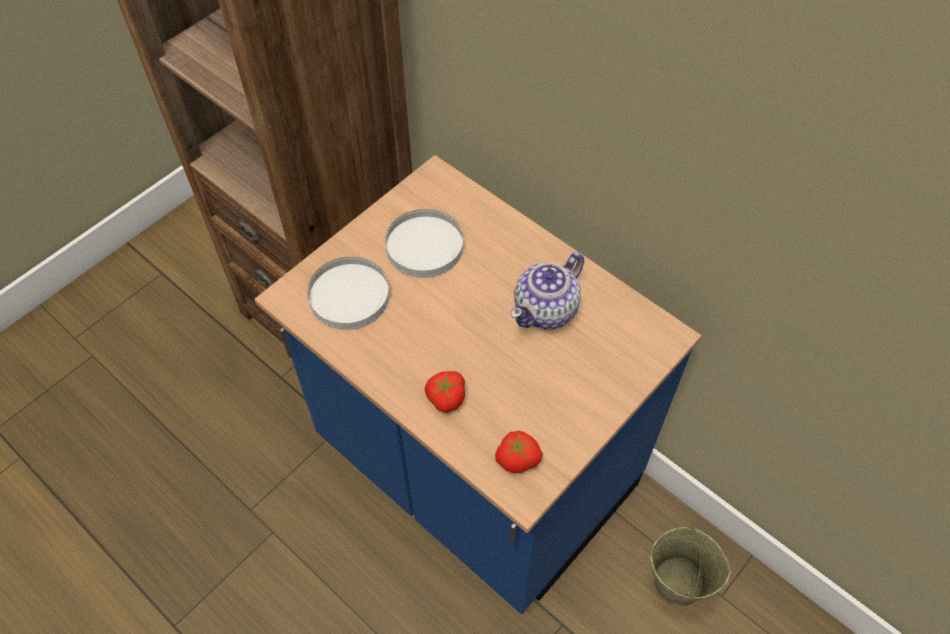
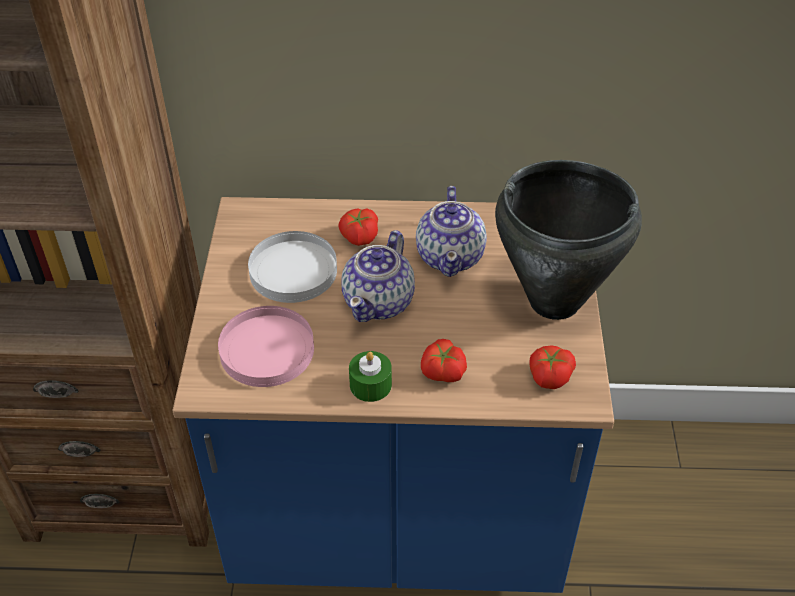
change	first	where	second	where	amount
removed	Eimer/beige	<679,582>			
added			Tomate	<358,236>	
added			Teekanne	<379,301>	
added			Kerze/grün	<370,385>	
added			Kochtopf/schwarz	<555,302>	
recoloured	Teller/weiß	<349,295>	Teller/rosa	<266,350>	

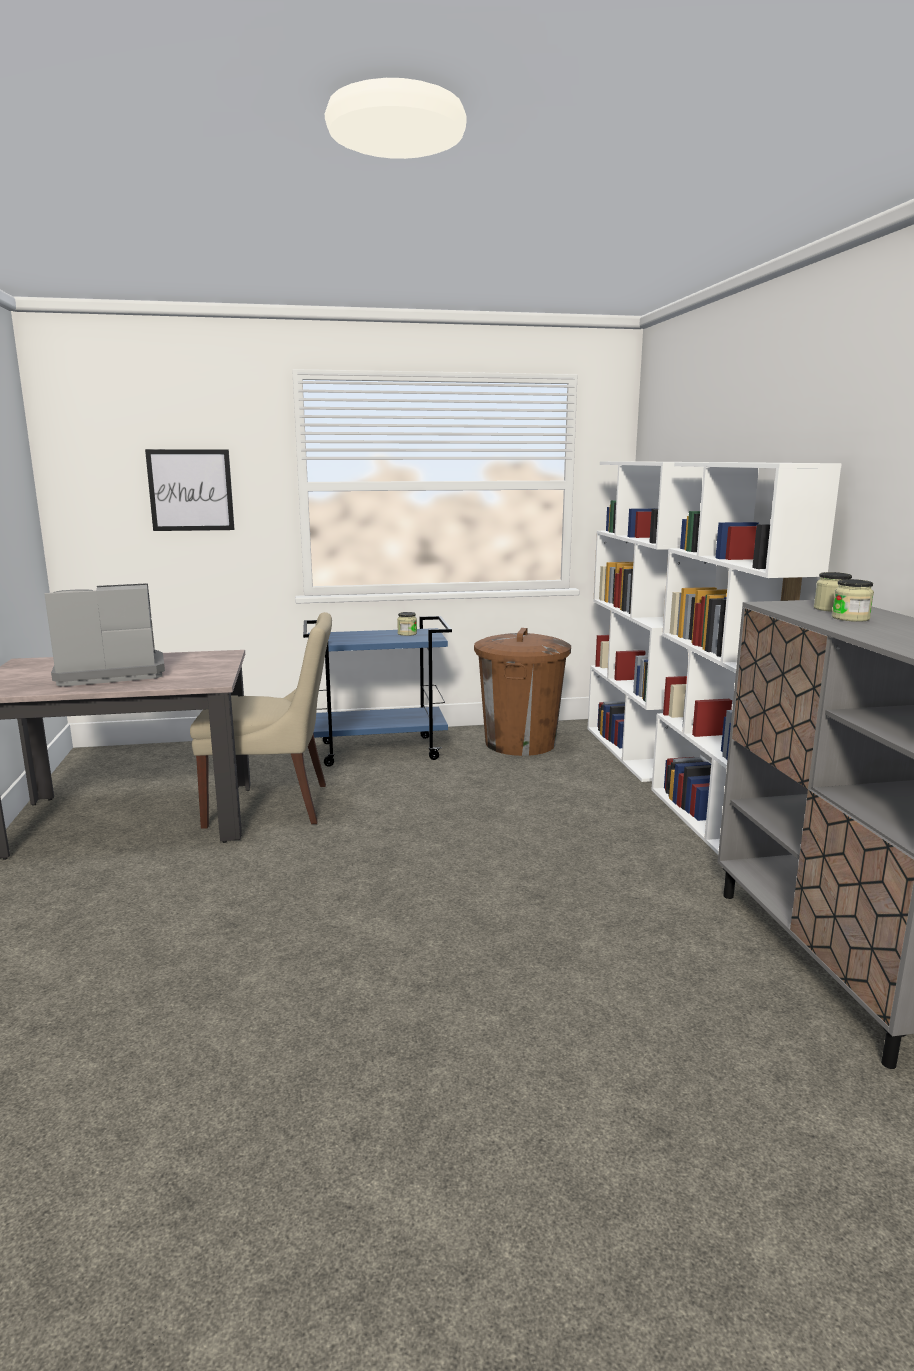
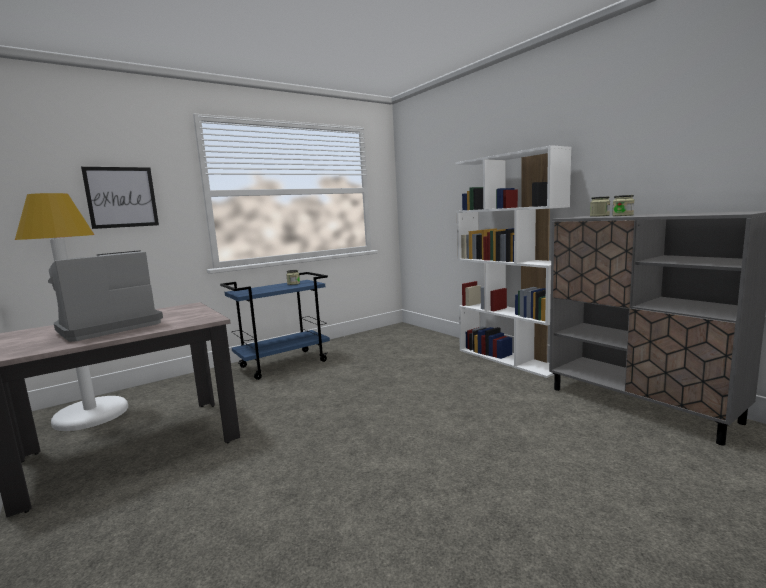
change	first	where	second	where	amount
removed	Stuhl/beige	<273,805>			
removed	Mülleimer/braun	<519,743>			
removed	Bücherregal/weiß	<633,752>			
added			Stehlampe/weiß	<91,414>	

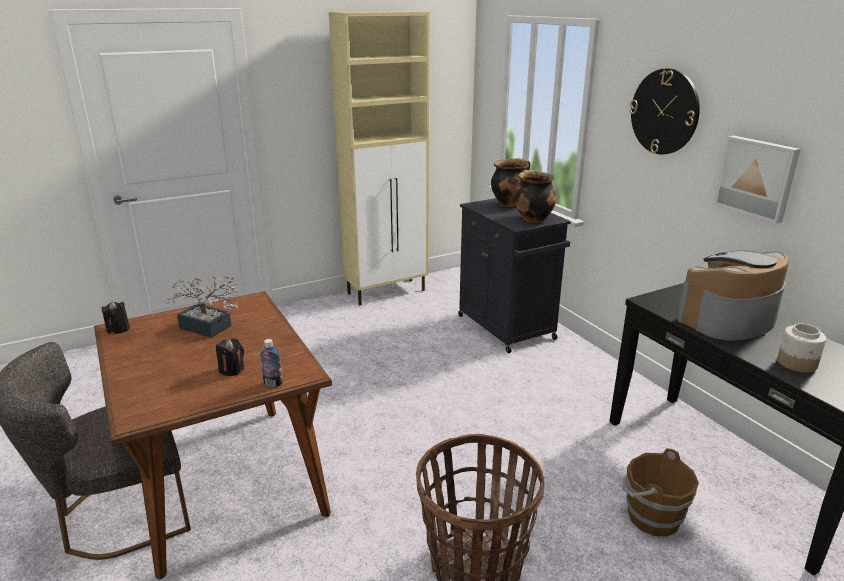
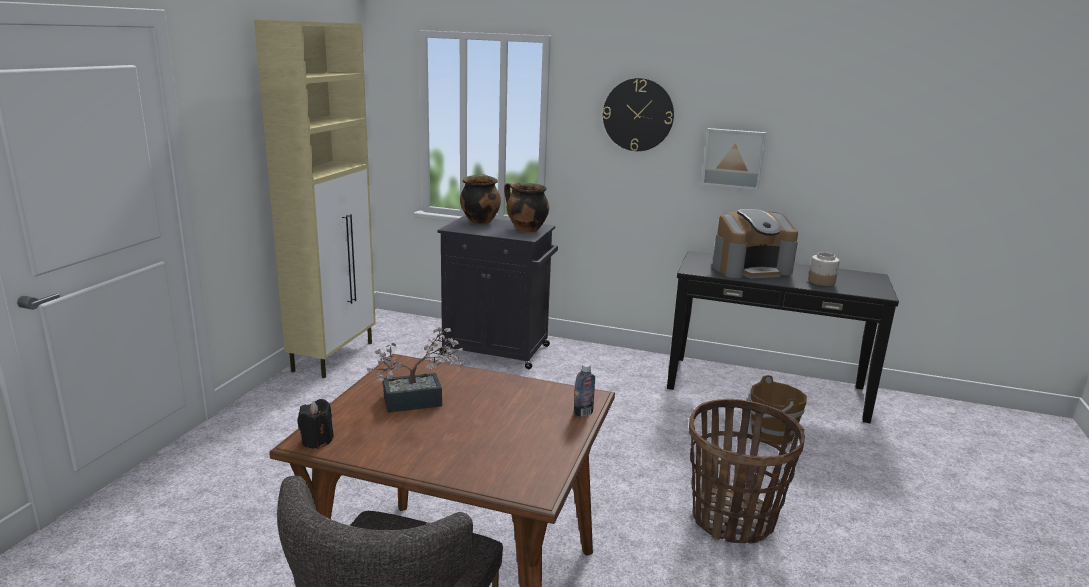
change	first	where	second	where	amount
removed	Kerze/schwarz	<232,370>			
turned	Kaffeemaschine	<728,320>		<751,269>	120 degrees counterclockwise

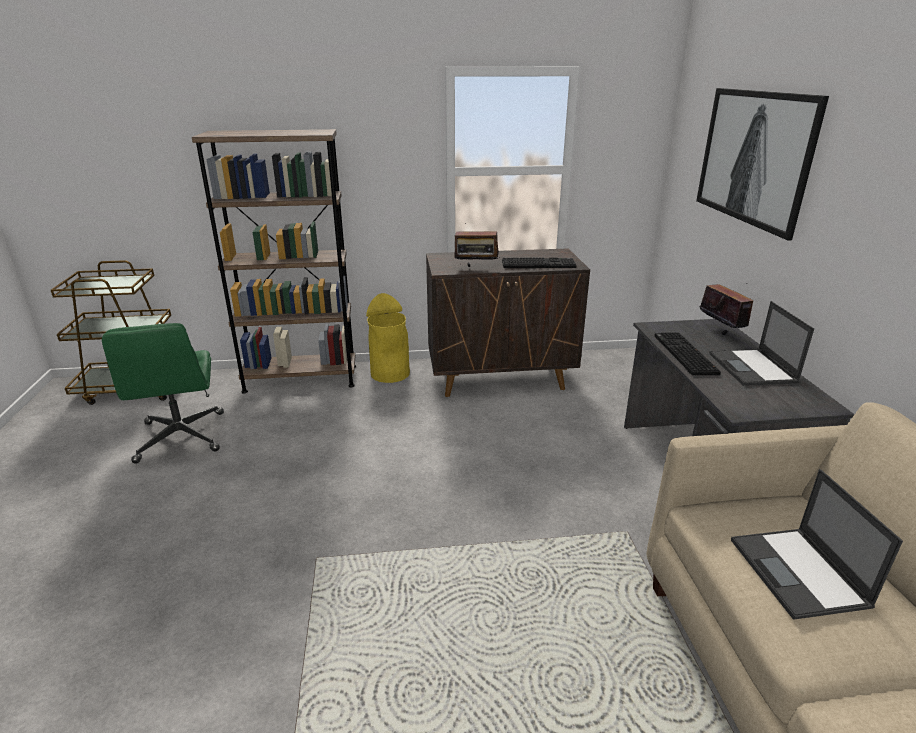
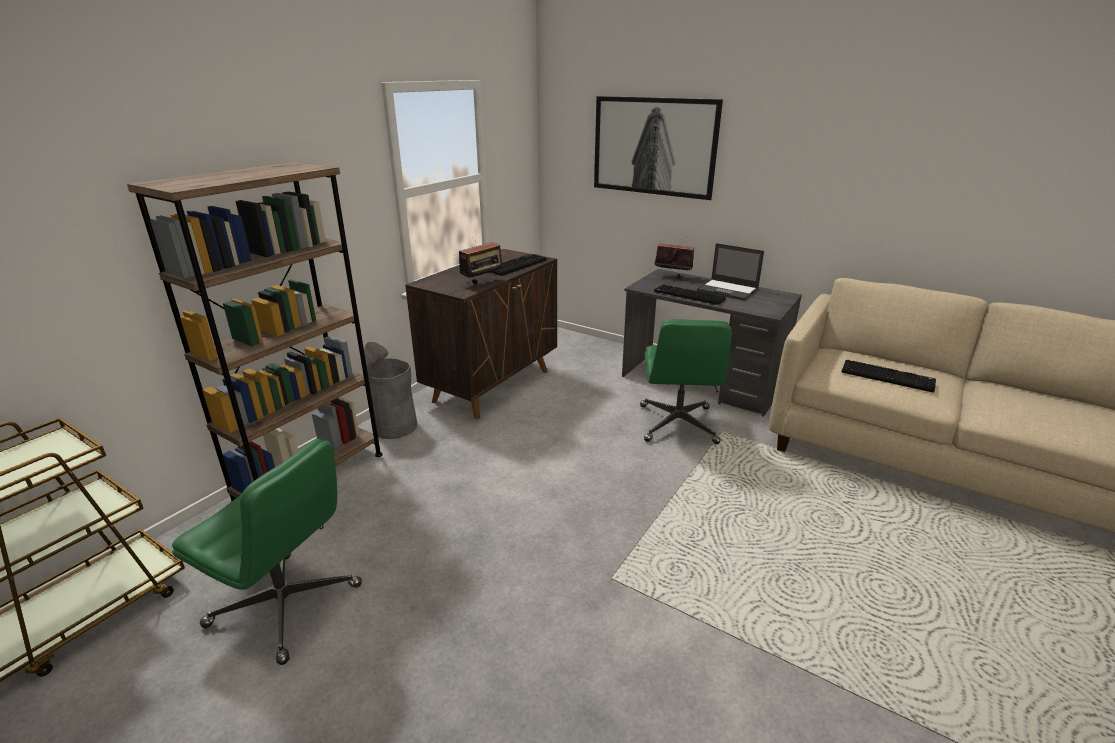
change	first	where	second	where	amount
added			Bürostuhl/grün	<678,425>	
replaced	Laptop	<799,573>	Tastatur	<888,377>	
recoloured	Mülleimer/gelb	<390,373>	Mülleimer/grau	<395,427>	

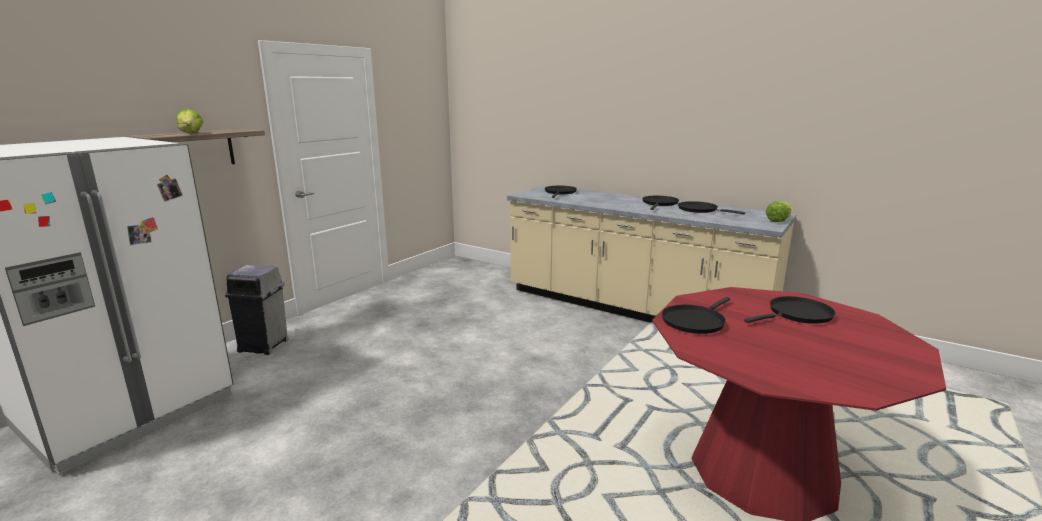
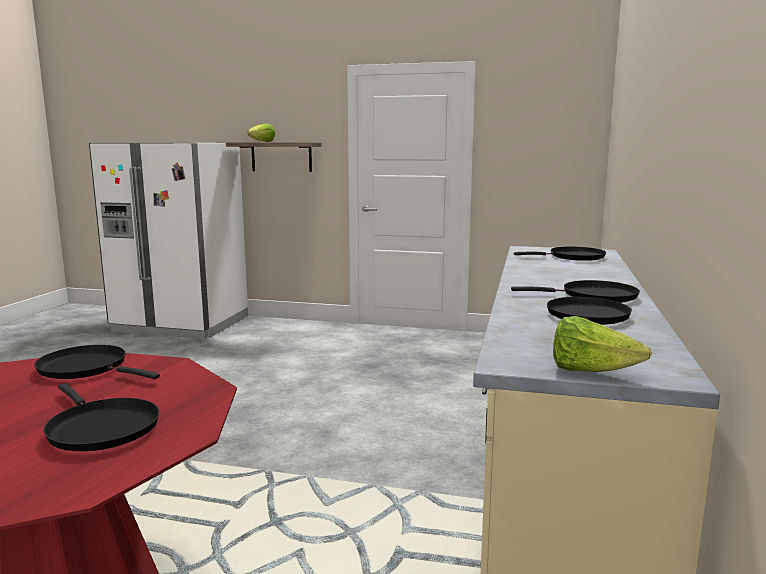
change	first	where	second	where	amount
removed	Mülleimer/grau	<264,345>			

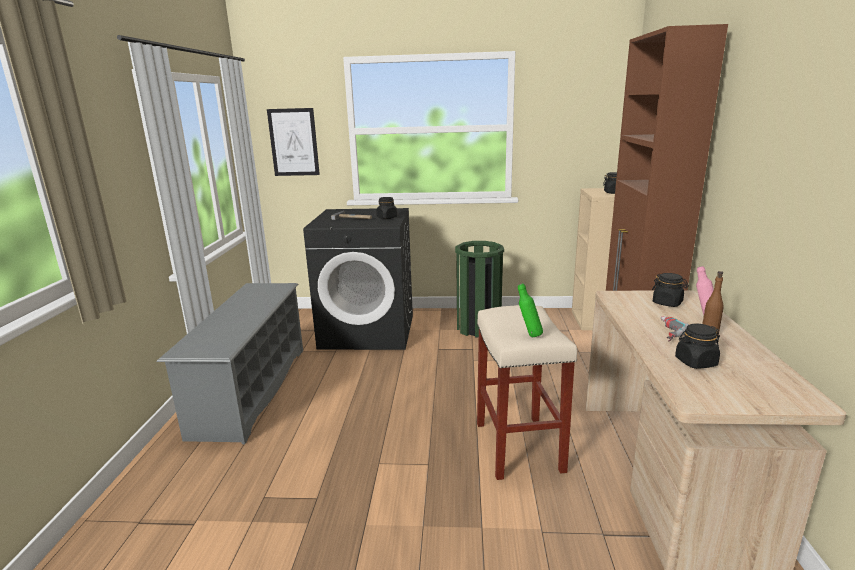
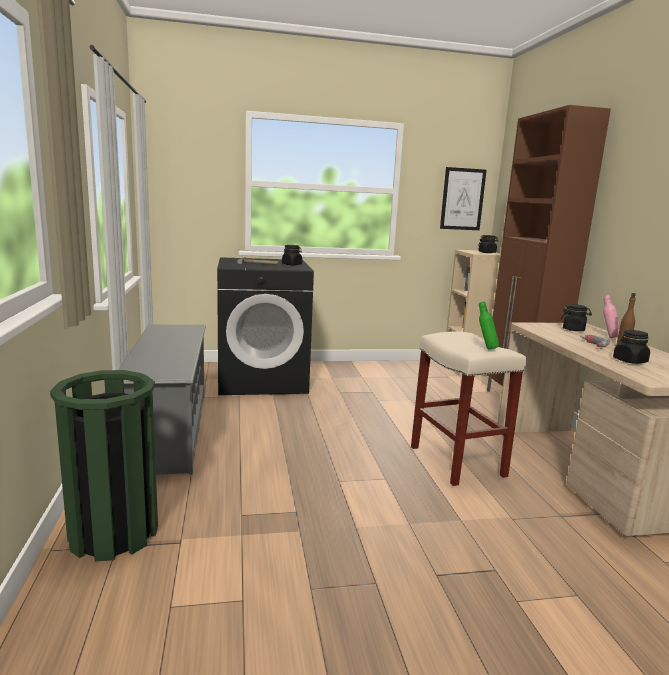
change	first	where	second	where	amount
moved	Bild	<293,142>		<462,199>	
moved	Mülleimer/grün	<478,328>		<114,533>	

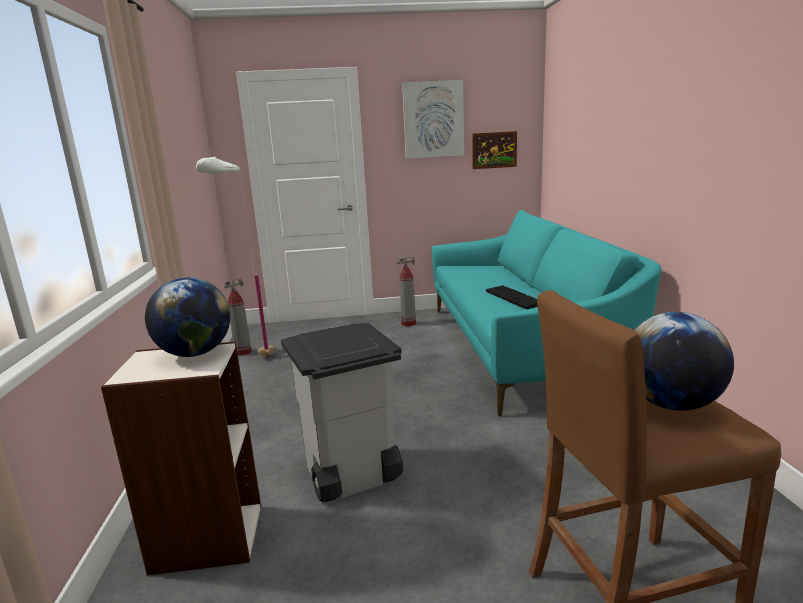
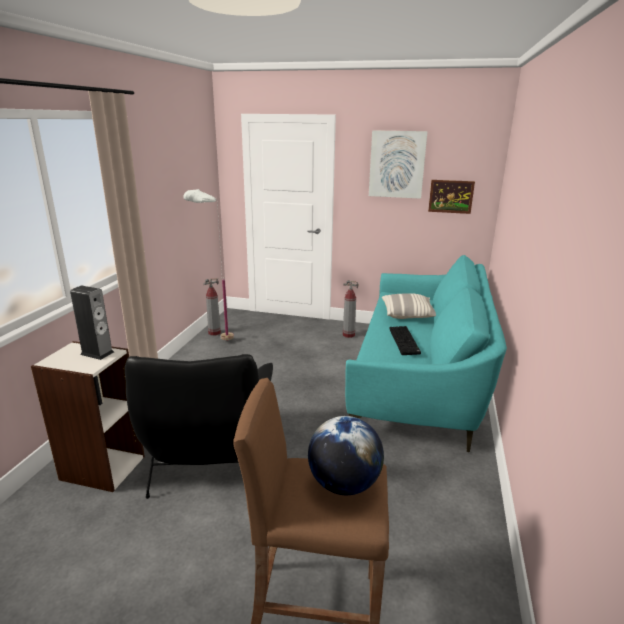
change	first	where	second	where	amount
added			Kissen	<408,314>	
replaced	Globus	<195,353>	Lautsprecher	<97,353>	
replaced	Mülleimer/grau	<350,476>	Sessel/schwarz	<211,453>	

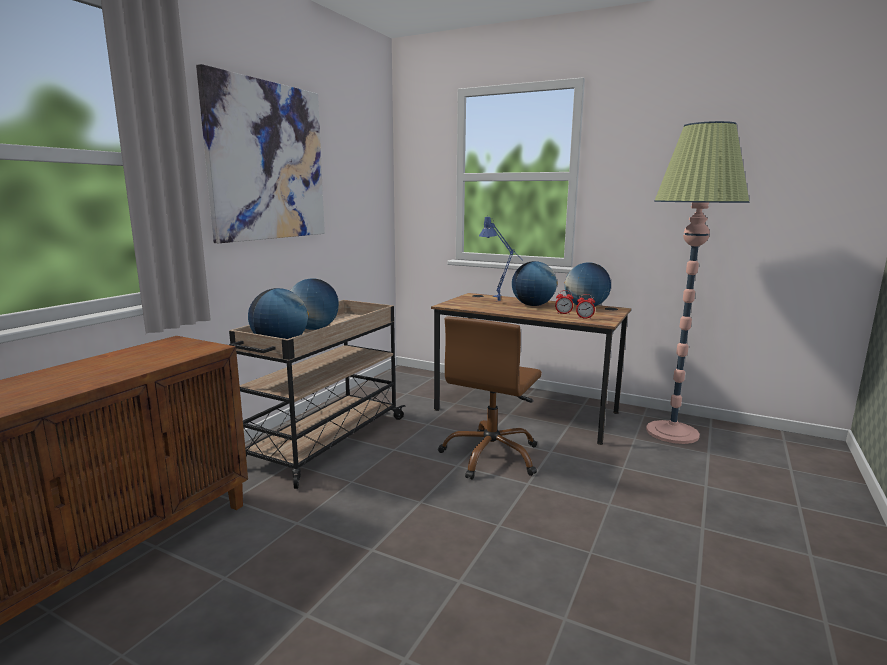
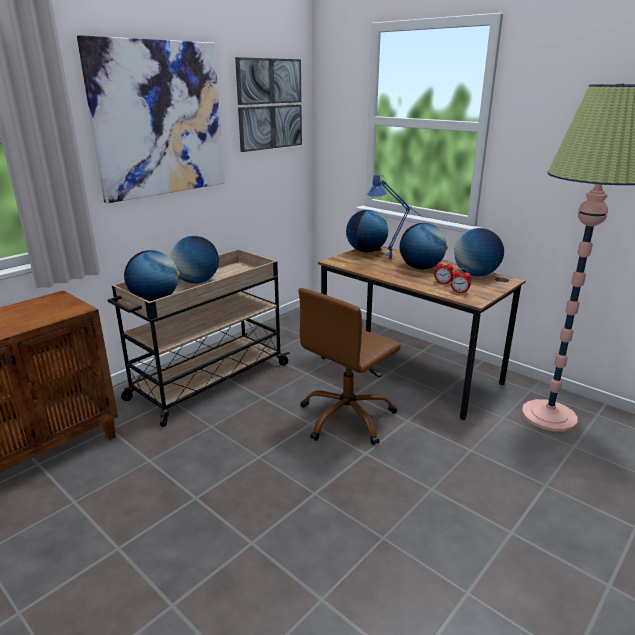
change	first	where	second	where	amount
added			Bild	<270,104>	
added			Globus	<366,251>	

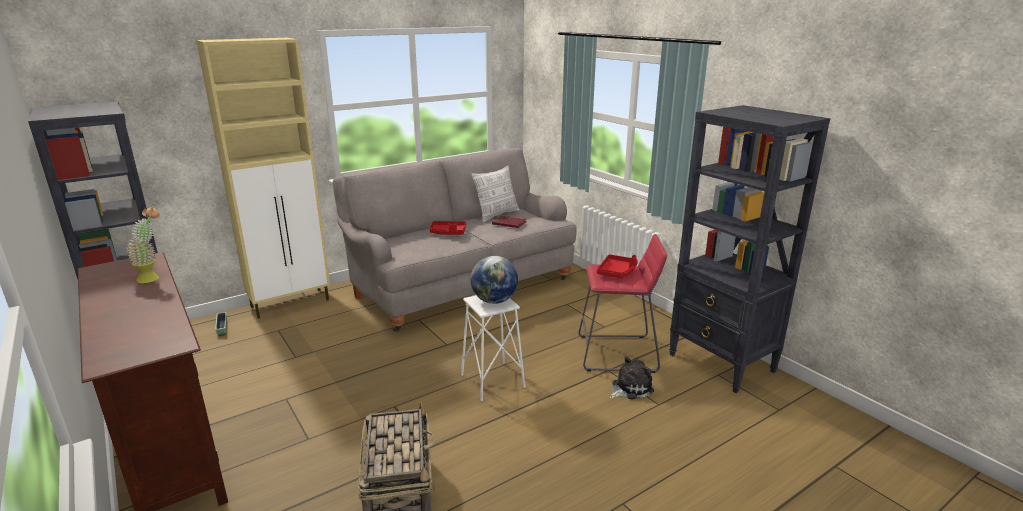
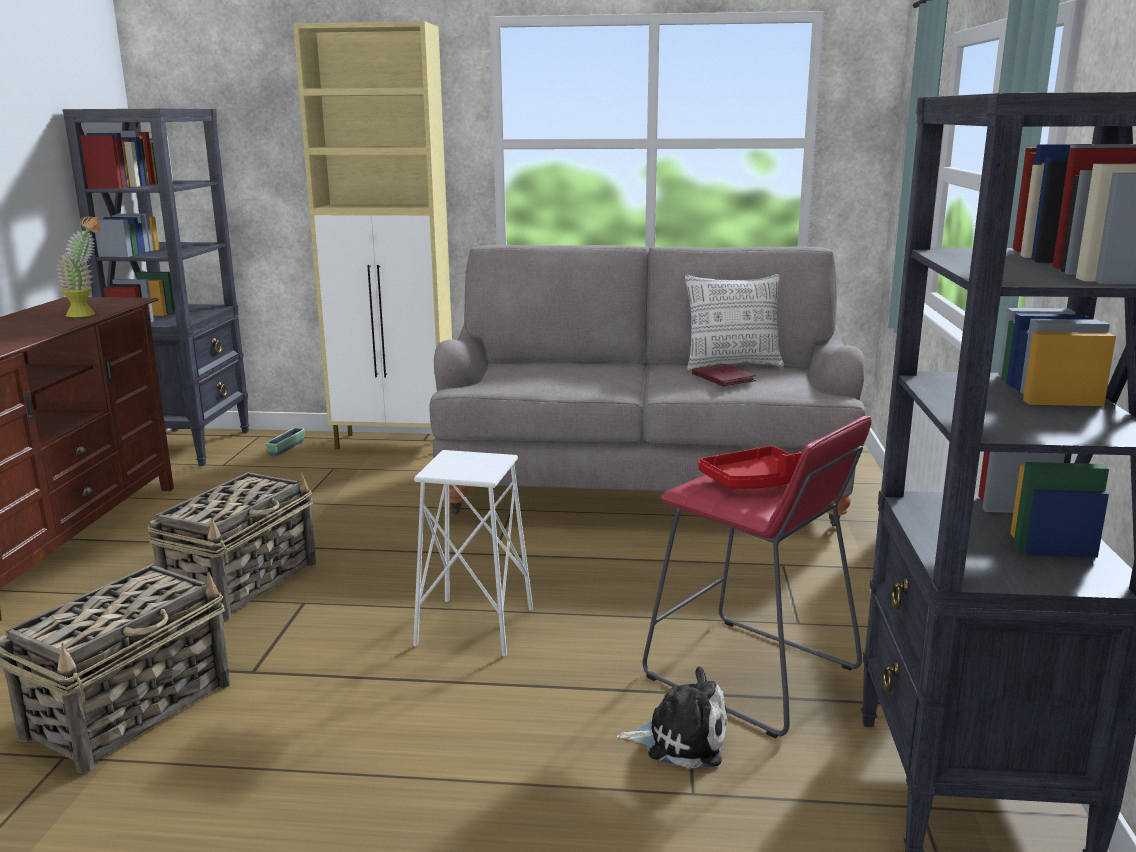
change	first	where	second	where	amount
removed	Tablett/rot	<448,233>			
removed	Globus	<494,301>			
added			Korb	<243,582>	

